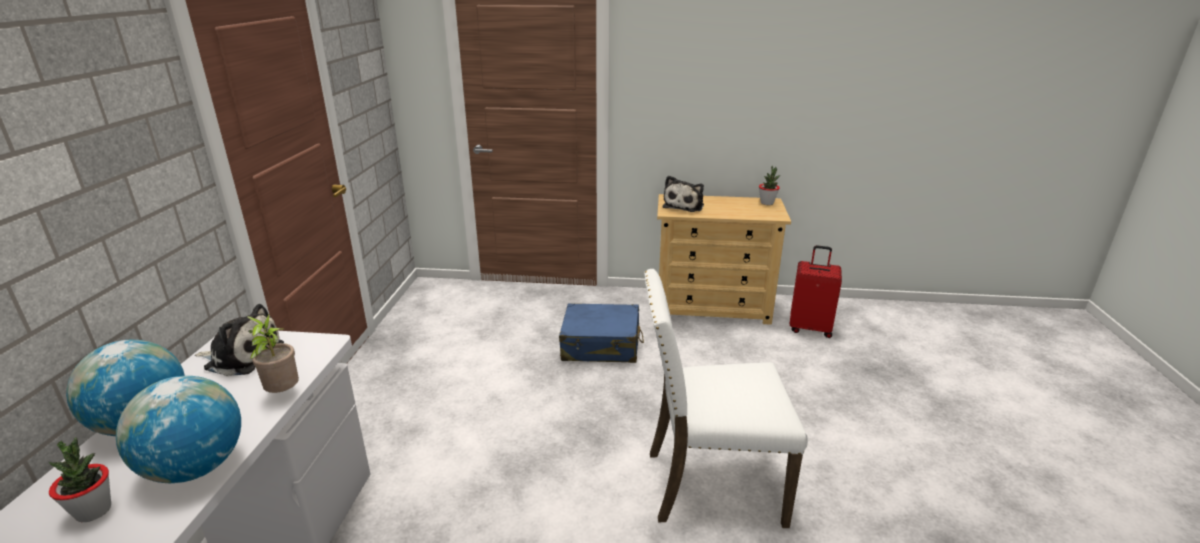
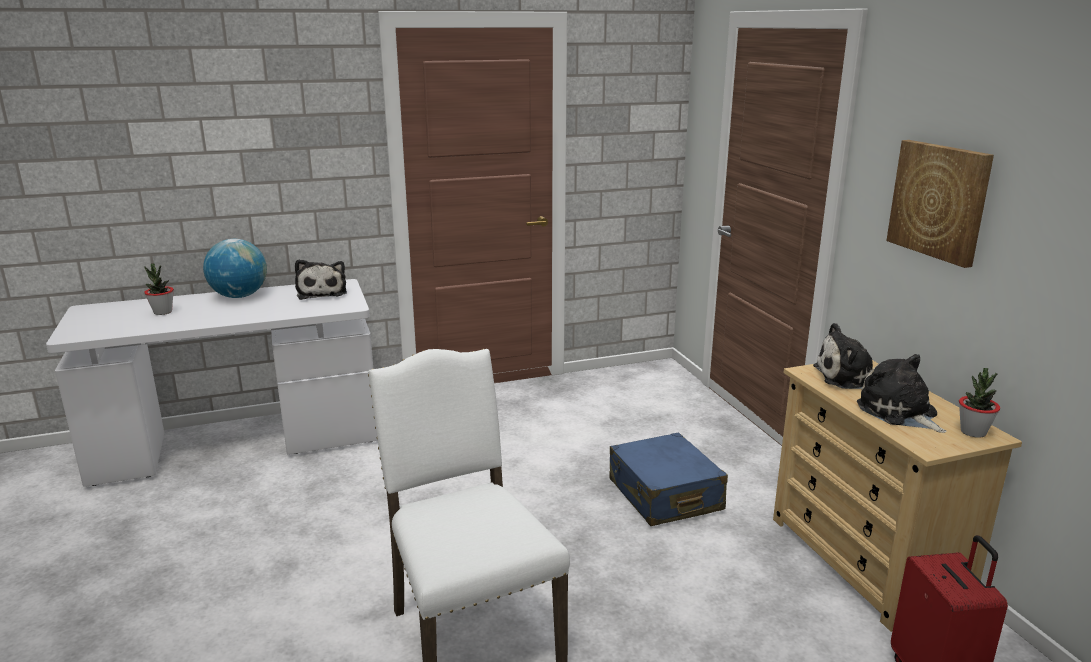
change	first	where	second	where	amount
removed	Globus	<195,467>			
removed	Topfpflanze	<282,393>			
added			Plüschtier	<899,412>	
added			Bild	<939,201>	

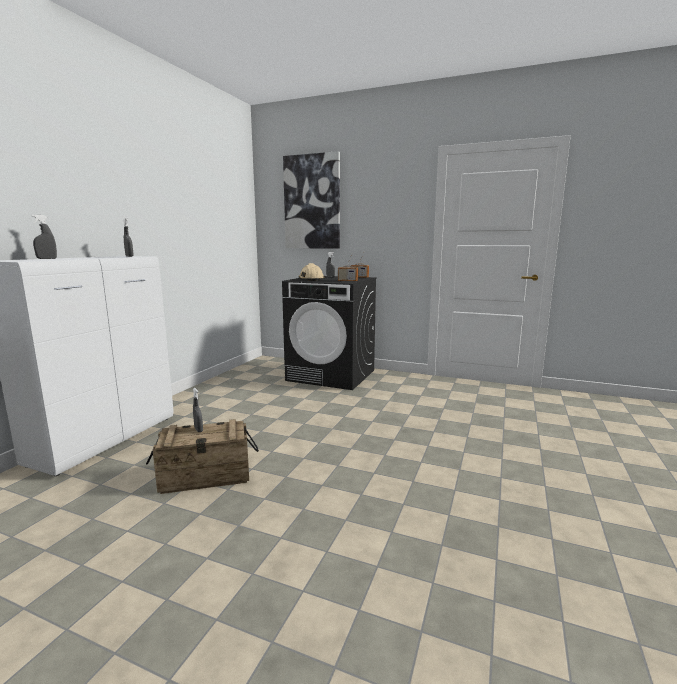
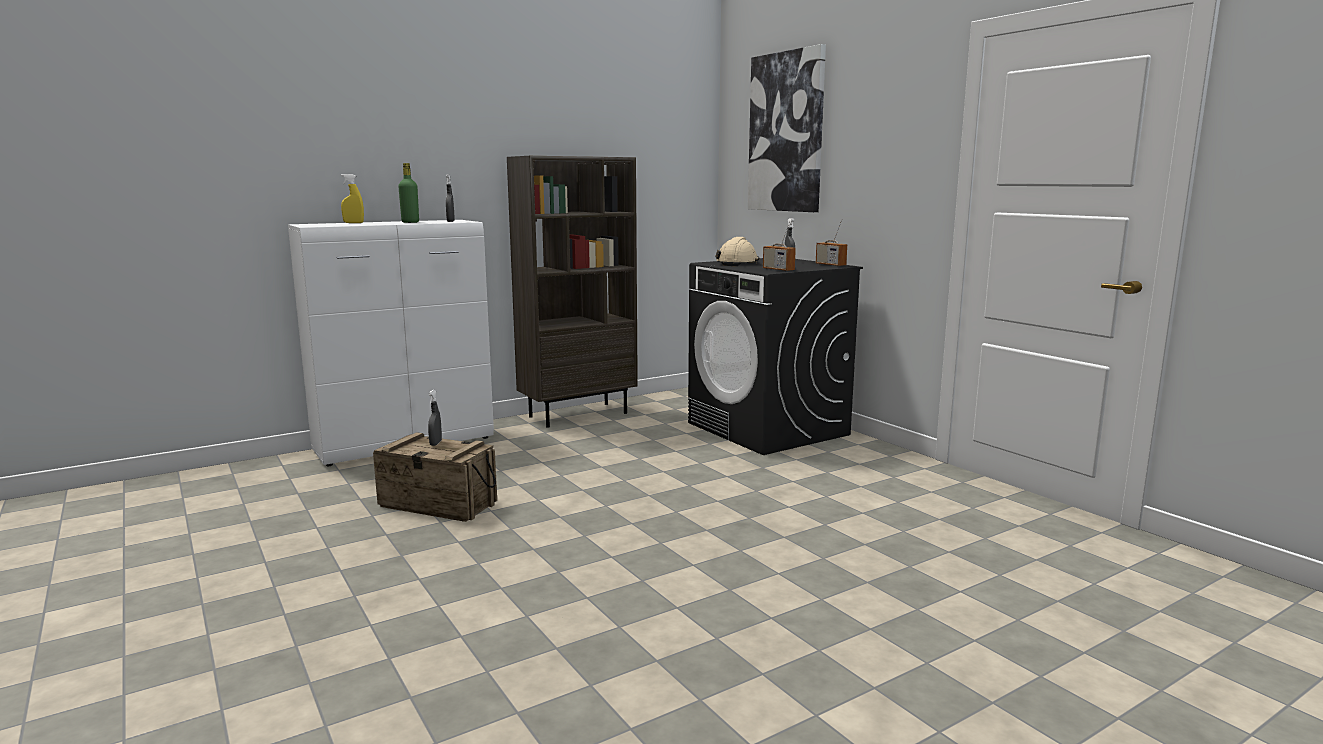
change	first	where	second	where	amount
added			Flasche/grün	<410,222>	
added			Bücherregal/braun	<578,414>	
recoloured	Sprühflasche/grau	<47,258>	Sprühflasche/gelb	<353,223>	

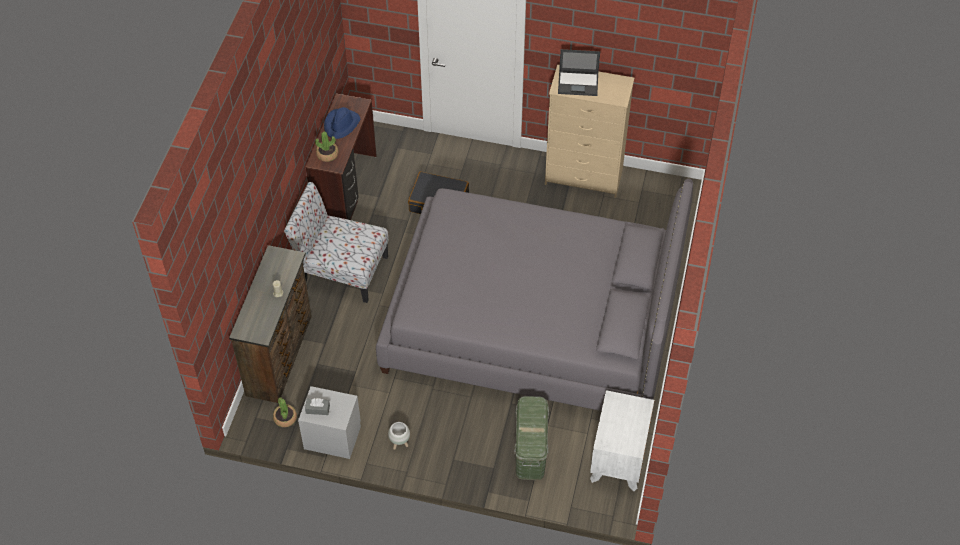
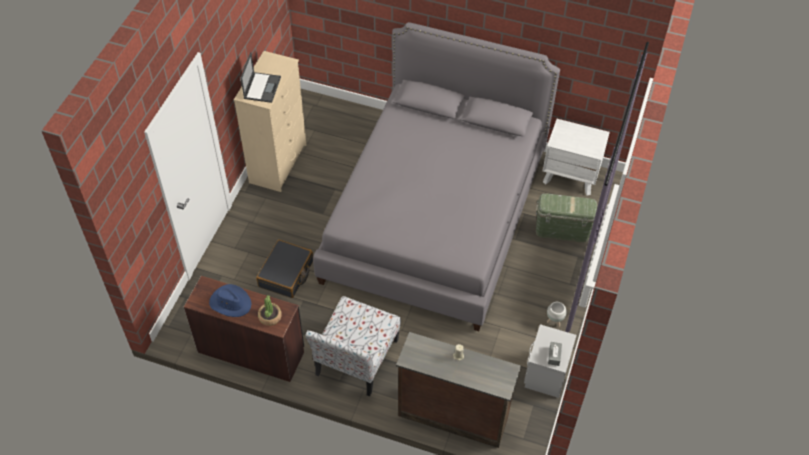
change	first	where	second	where	amount
removed	Topfpflanze	<285,418>			

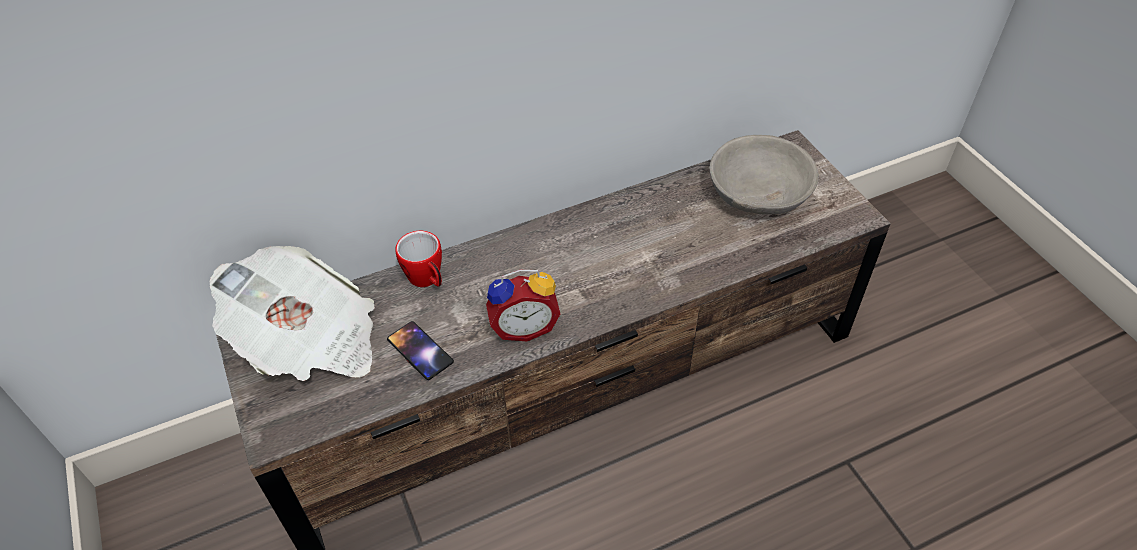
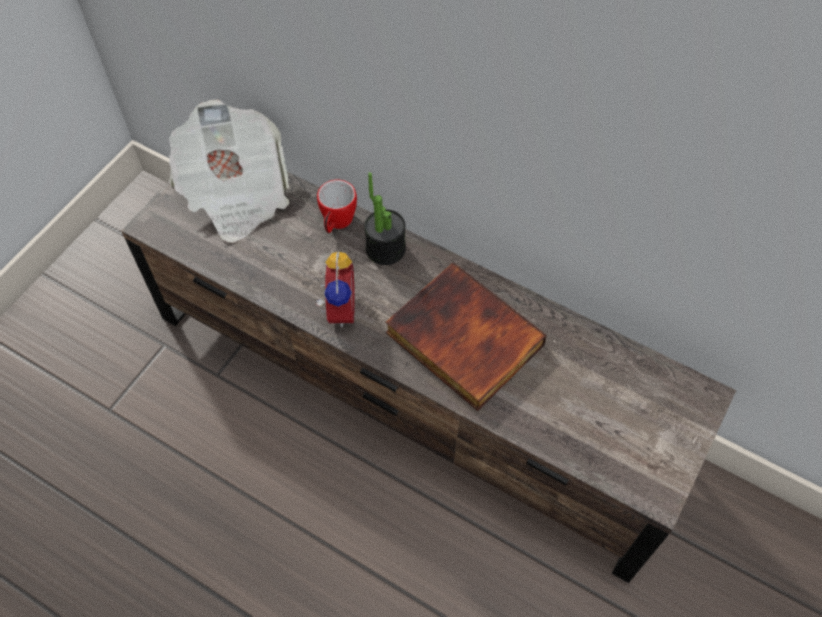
change	first	where	second	where	amount
removed	Handy	<420,351>			
removed	Schüssel/grau	<759,192>			
added			Topfpflanze	<385,249>	
added			Buch	<461,340>	
turned	Wecker	<524,326>		<337,309>	135 degrees counterclockwise

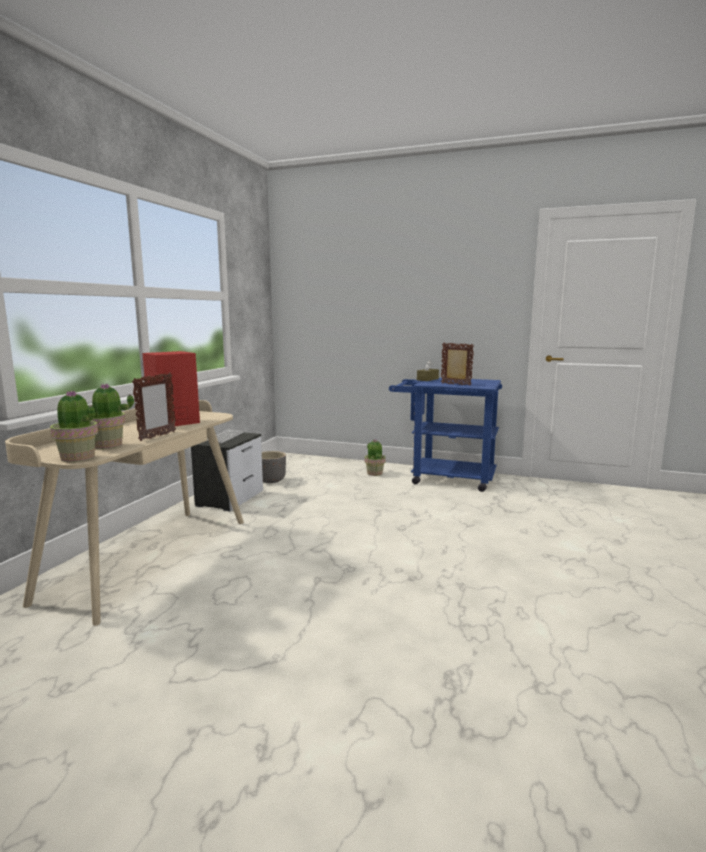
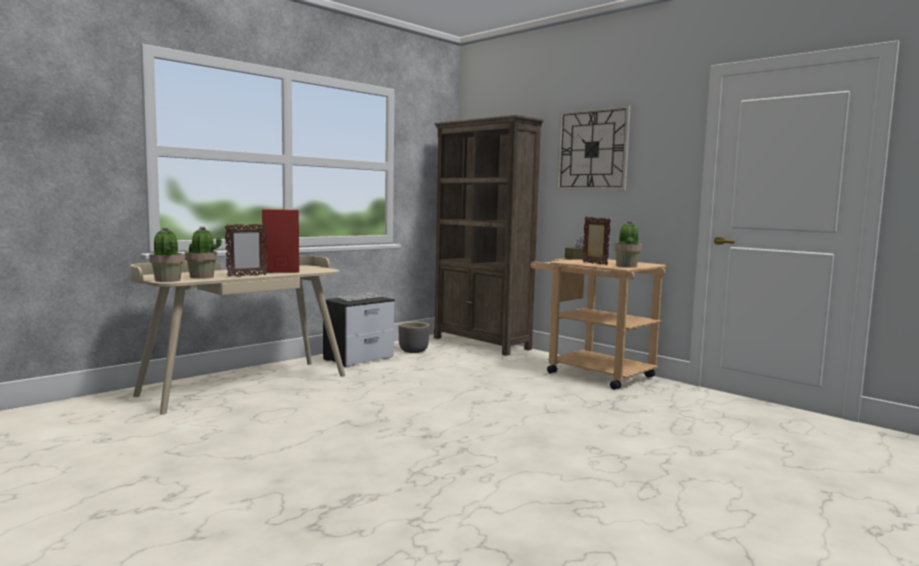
change	first	where	second	where	amount
added			Bücherregal/braun	<481,343>	
added			Wanduhr	<592,149>	
moved	Topfpflanze	<374,473>		<626,266>	
recoloured	Rollwagen/blau	<444,478>	Rollwagen/beige	<592,373>	

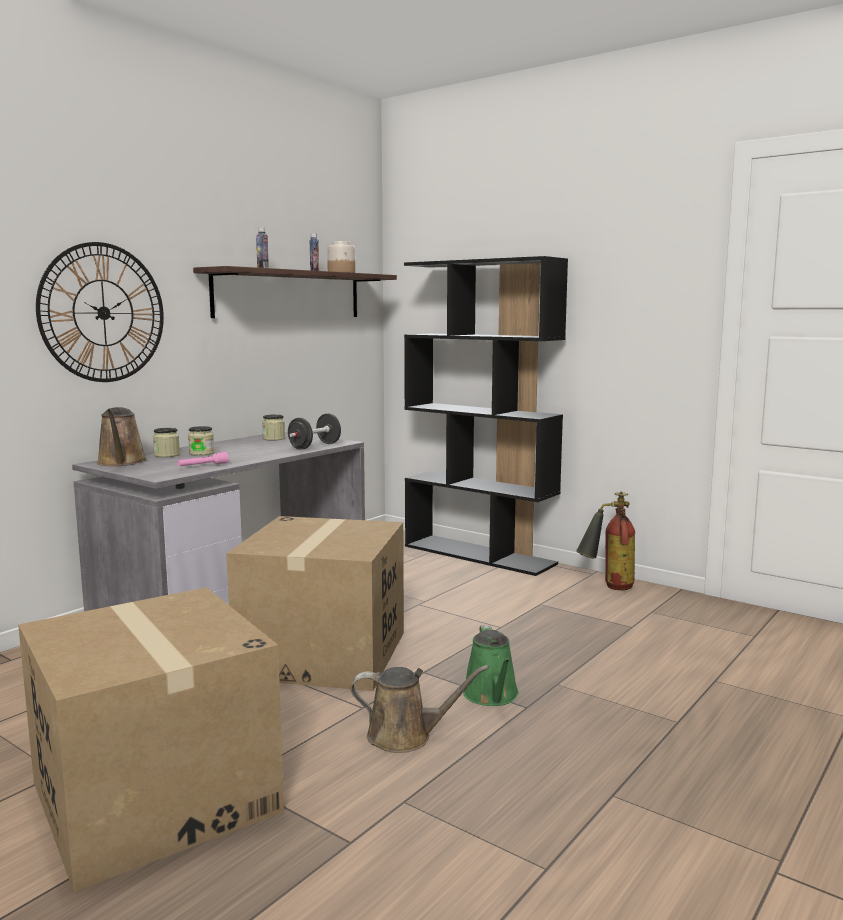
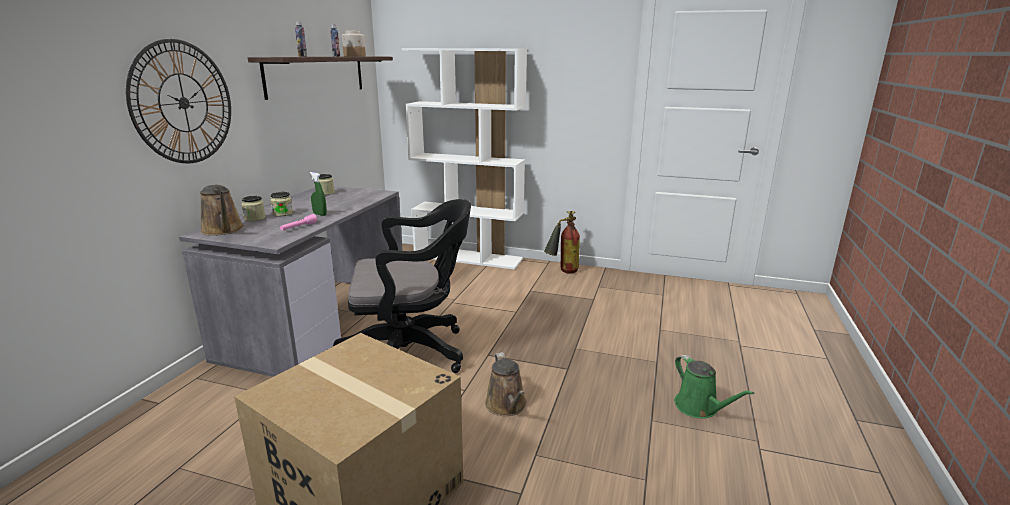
change	first	where	second	where	amount
removed	Hantel/schwarz	<314,446>			
added			Sprühflasche/grün	<320,214>	
moved	Gießkanne/grün	<492,696>		<699,408>	
replaced	Karton	<324,654>	Bürostuhl/schwarz	<411,353>	
recoloured	Bücherregal/schwarz	<480,555>	Bücherregal/weiß	<469,257>	
turned	Gießkanne/braun	<406,736>		<507,406>	90 degrees clockwise

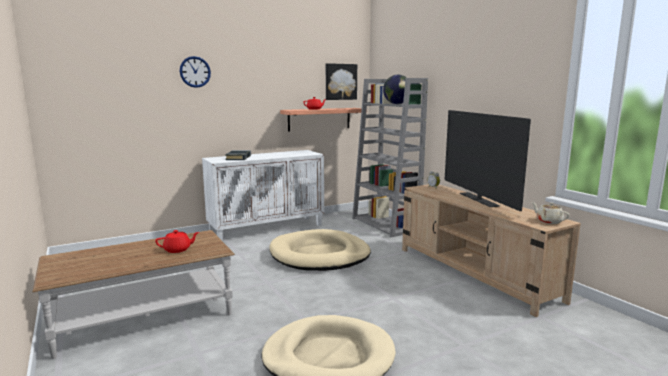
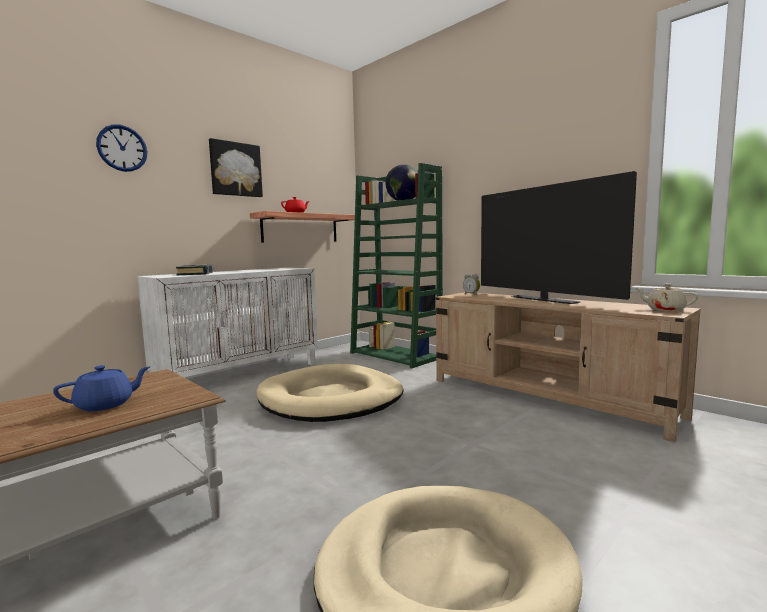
change	first	where	second	where	amount
moved	Bild	<340,82>		<235,169>	
recoloured	Teekanne/rot	<178,250>	Teekanne/blau	<106,405>	
recoloured	Bücherregal/grau	<386,225>	Bücherregal/grün	<396,355>	

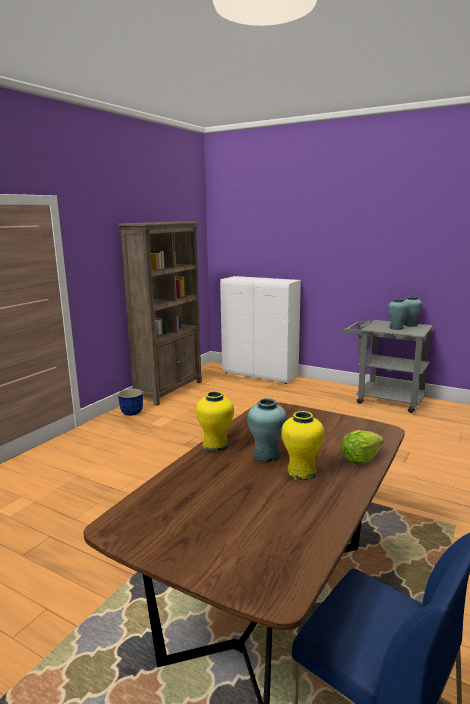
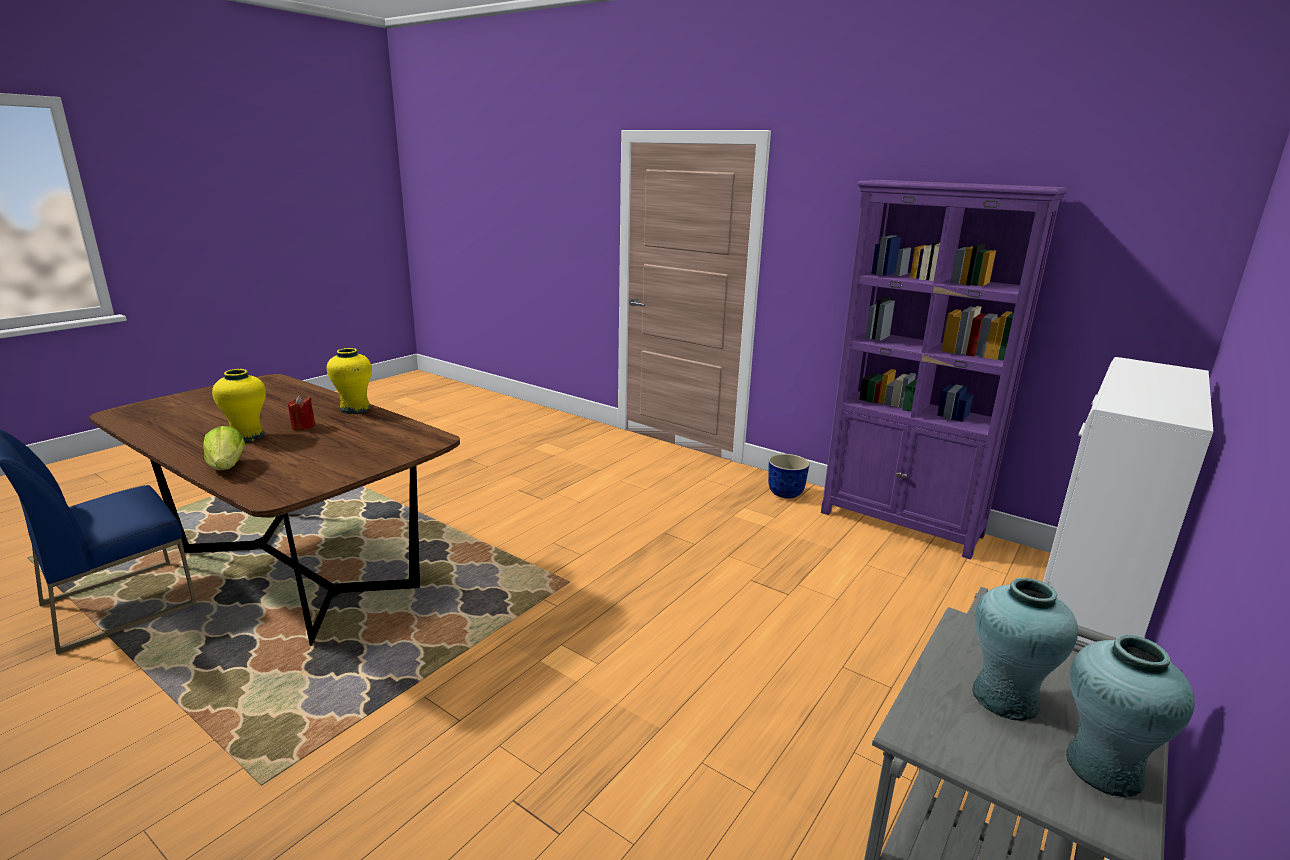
change	first	where	second	where	amount
replaced	Vase/türkis	<266,455>	Kerze/rot	<303,426>	
recoloured	Bücherregal/braun	<169,390>	Bücherregal/lila	<901,524>	

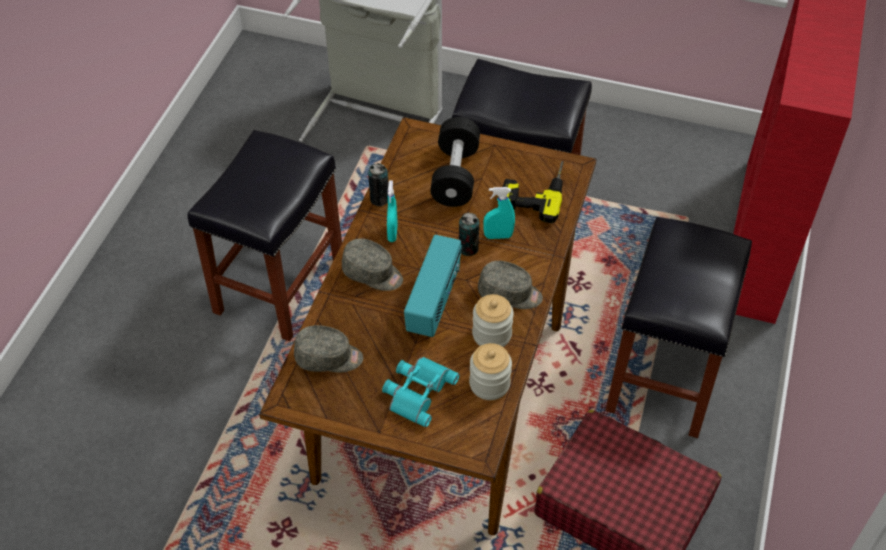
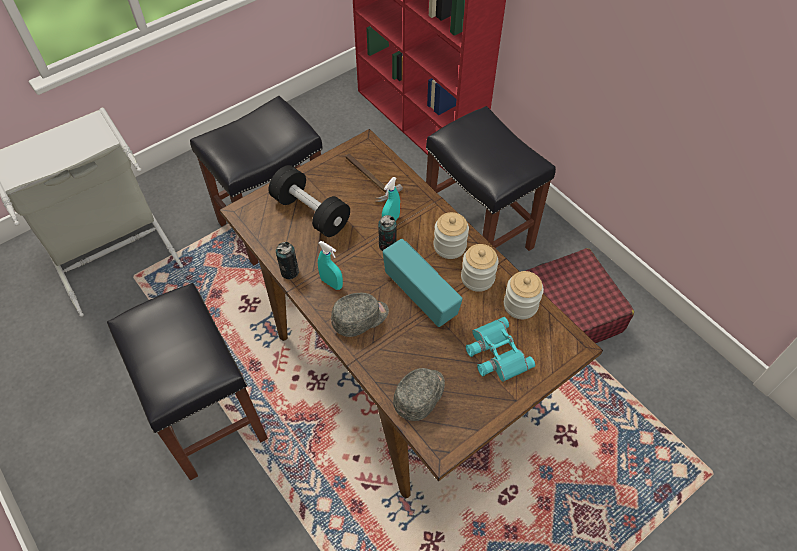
change	first	where	second	where	amount
replaced	Kappe/grau	<510,294>	Vorratsglas	<449,246>	
replaced	Bohrmaschine	<534,191>	Hammer	<368,178>	

